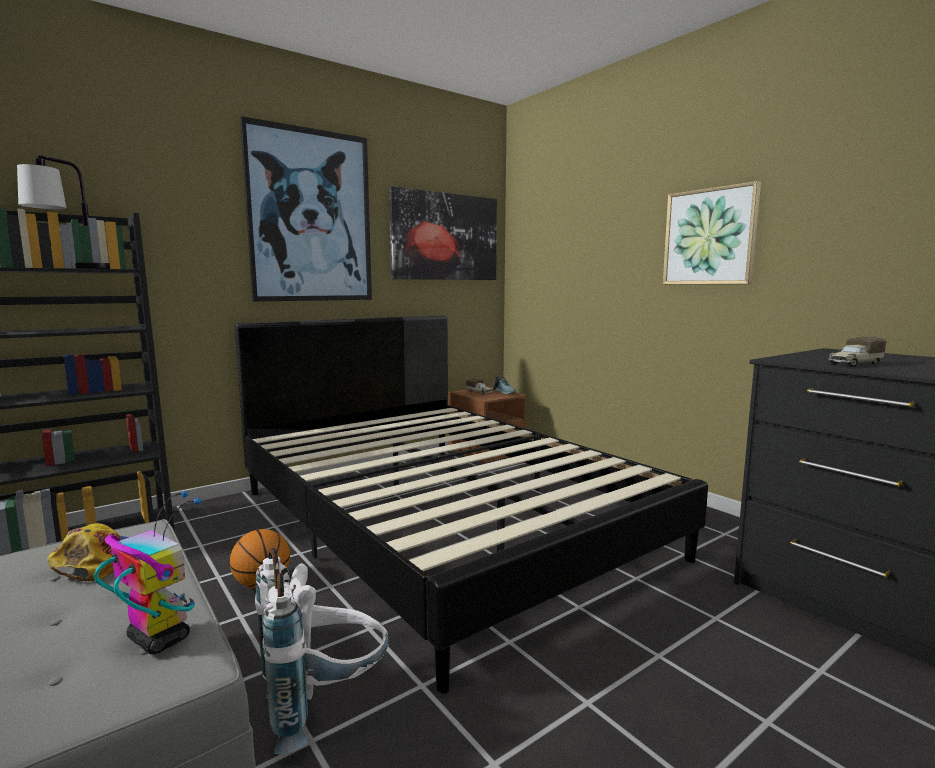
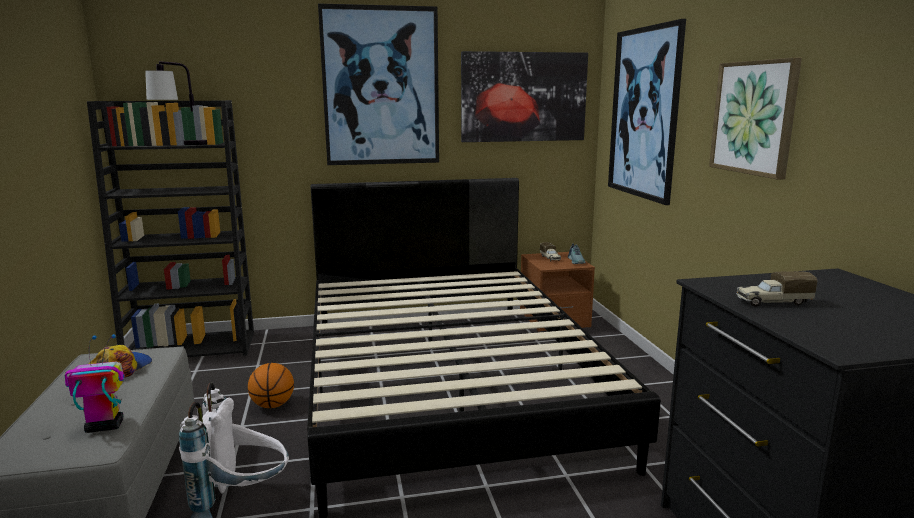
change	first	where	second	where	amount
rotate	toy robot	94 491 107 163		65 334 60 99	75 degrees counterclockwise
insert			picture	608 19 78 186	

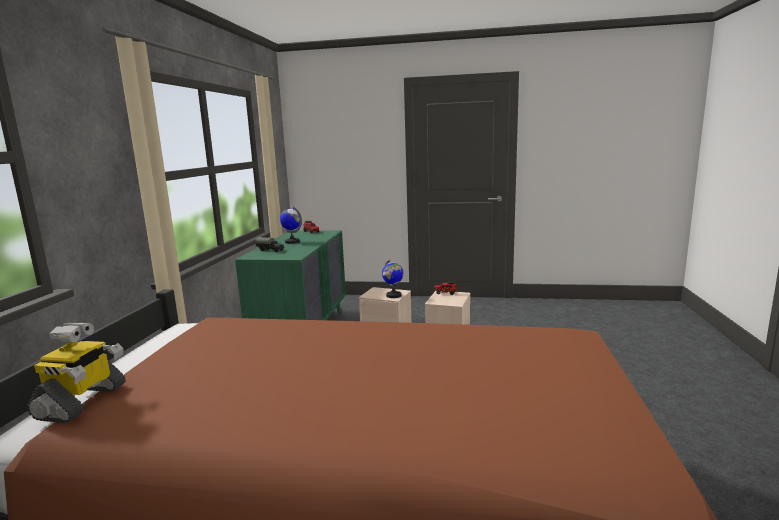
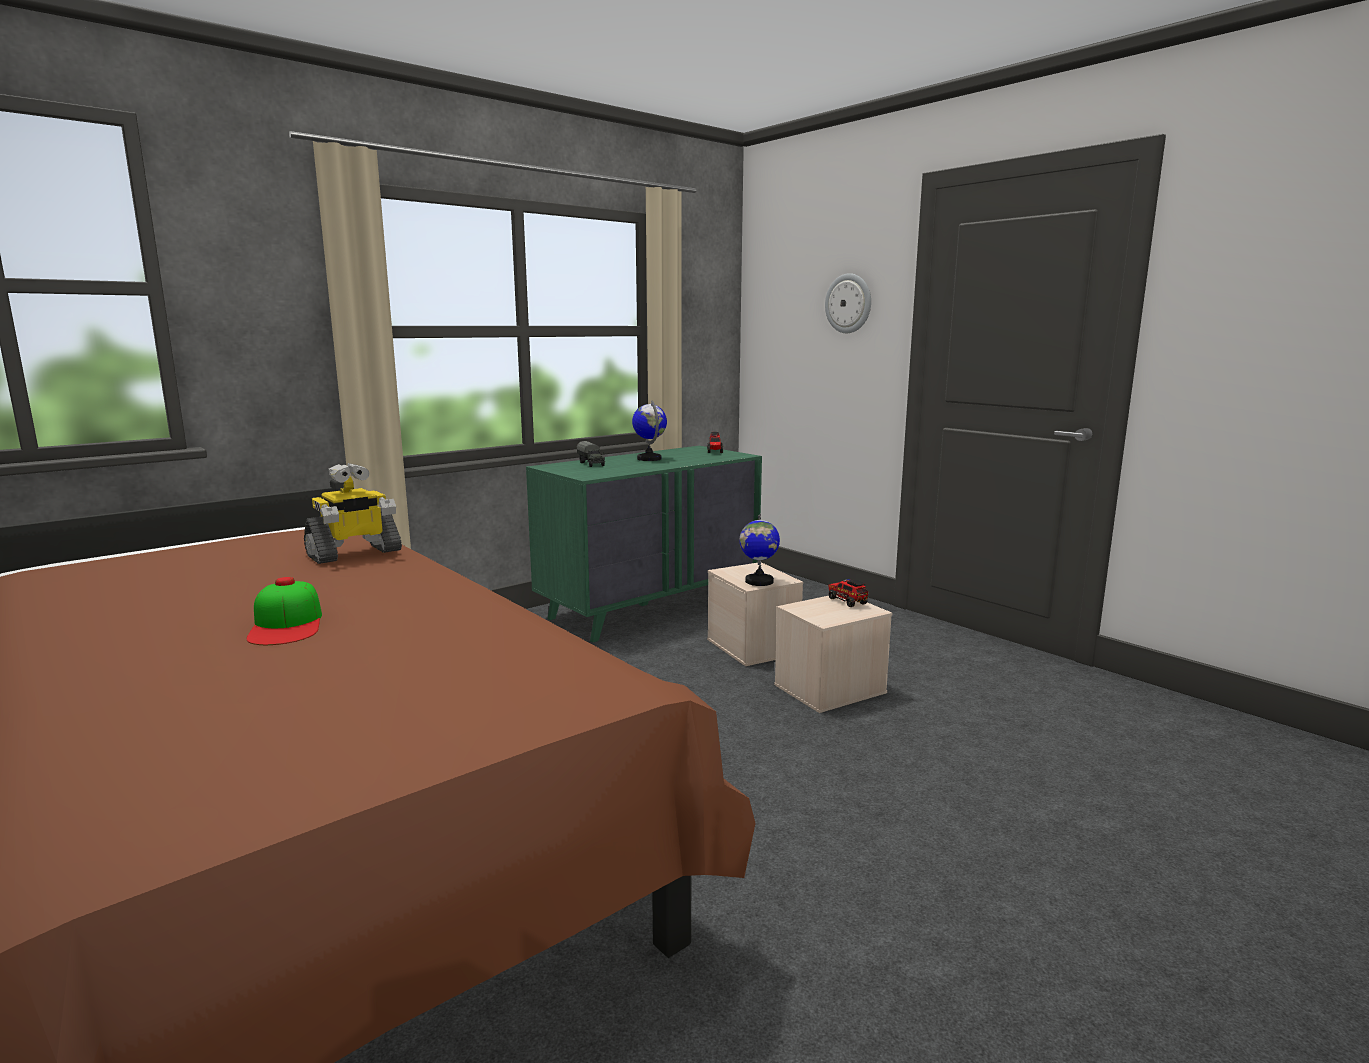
change	first	where	second	where	amount
move	toy robot	27 323 99 100		304 463 98 101	
insert			cap	247 577 75 68	
insert			wall clock	825 273 46 60	

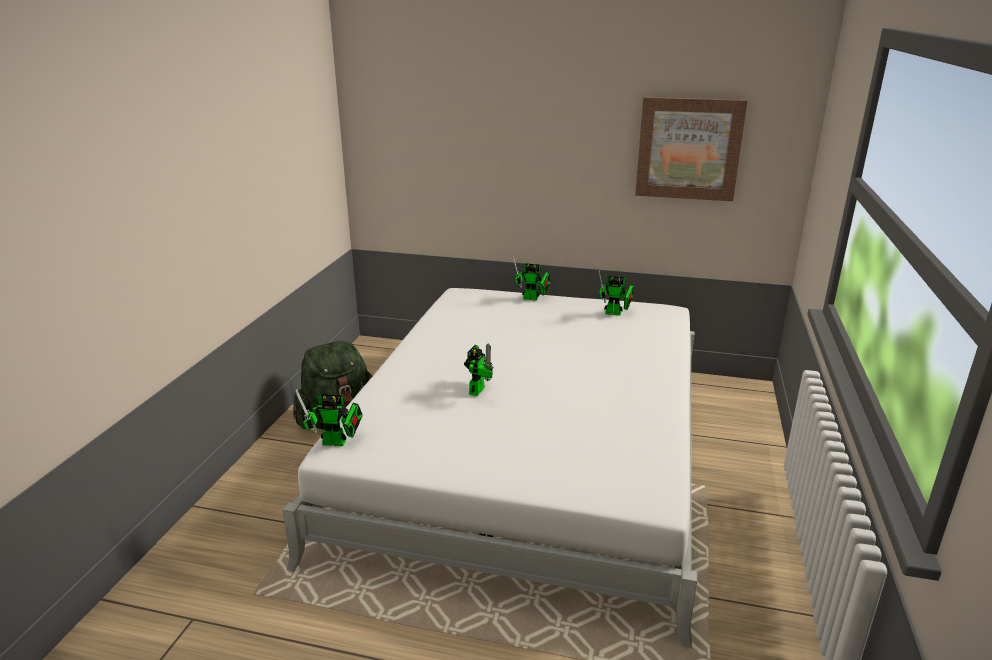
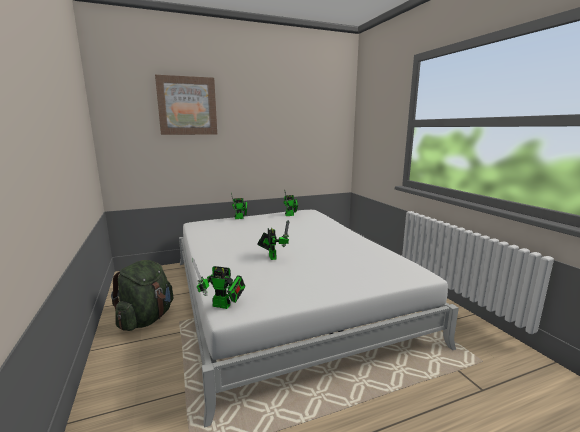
change	first	where	second	where	amount
rotate	toy robot	295 389 68 57		192 258 53 51	45 degrees clockwise
move	picture	635 97 112 104		155 75 62 60	

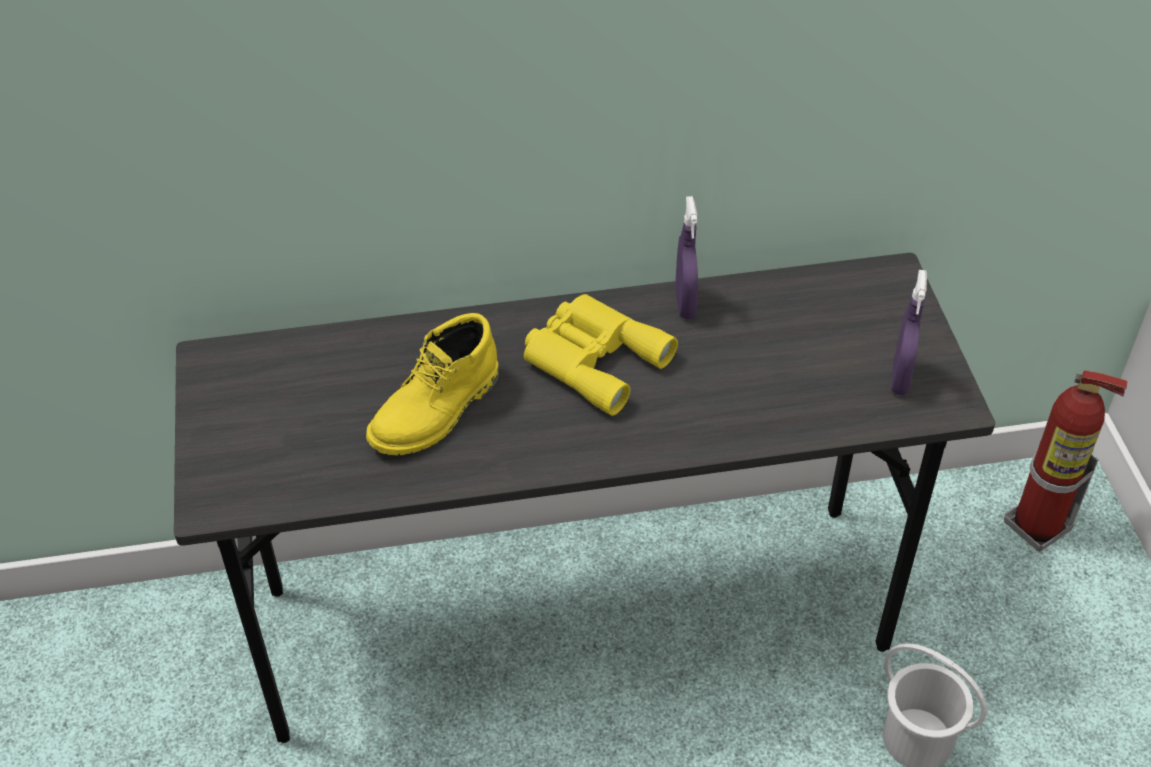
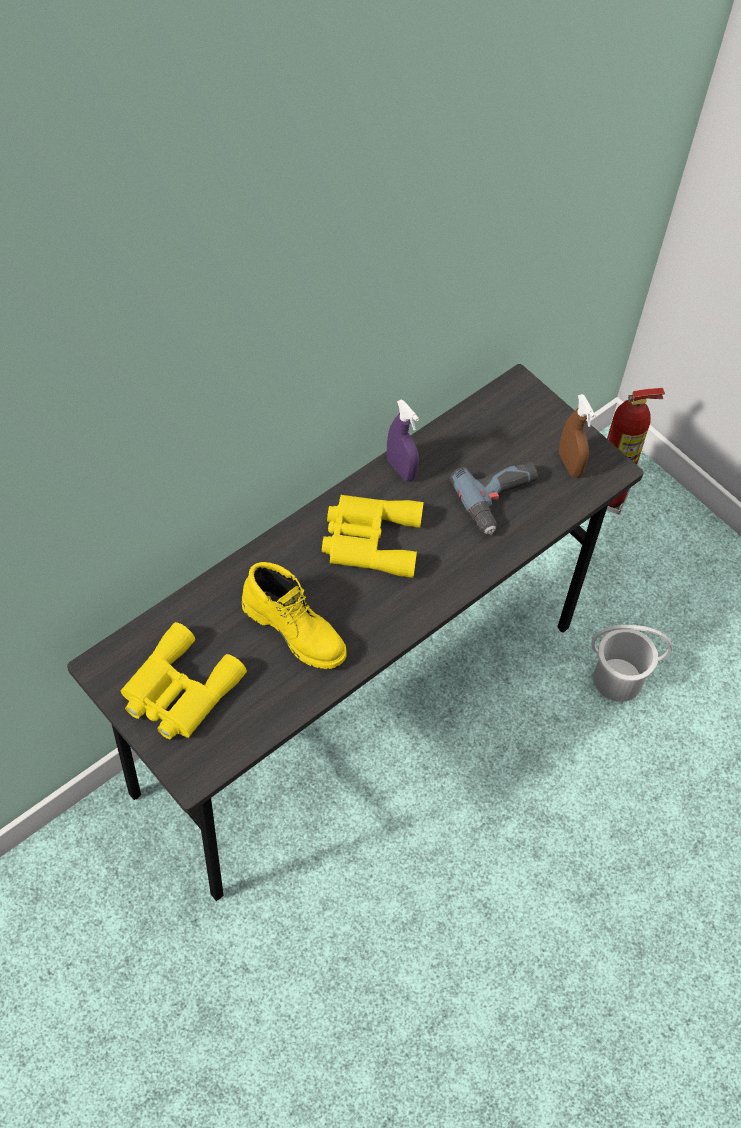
change	first	where	second	where	amount
rotate	boot (yellow)	366 313 133 142		242 562 105 107	60 degrees counterclockwise
recolor	spray bottle (purple)	891 270 36 125	spray bottle (brown)	559 394 36 84	
insert			binoculars (yellow)	121 622 126 117	
insert			power drill	450 462 87 73	

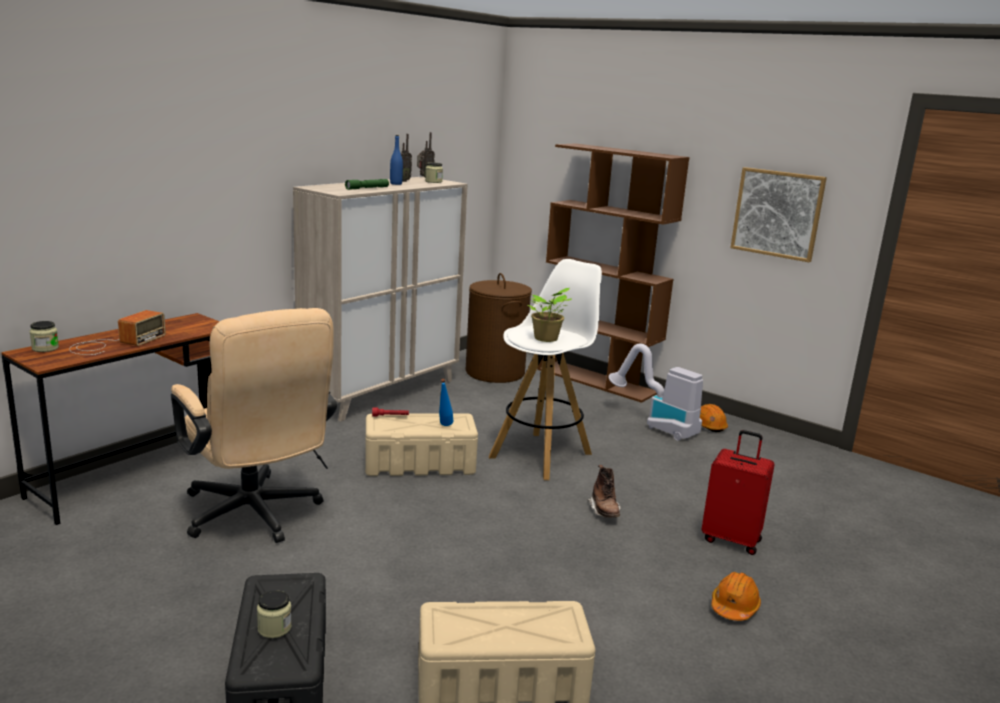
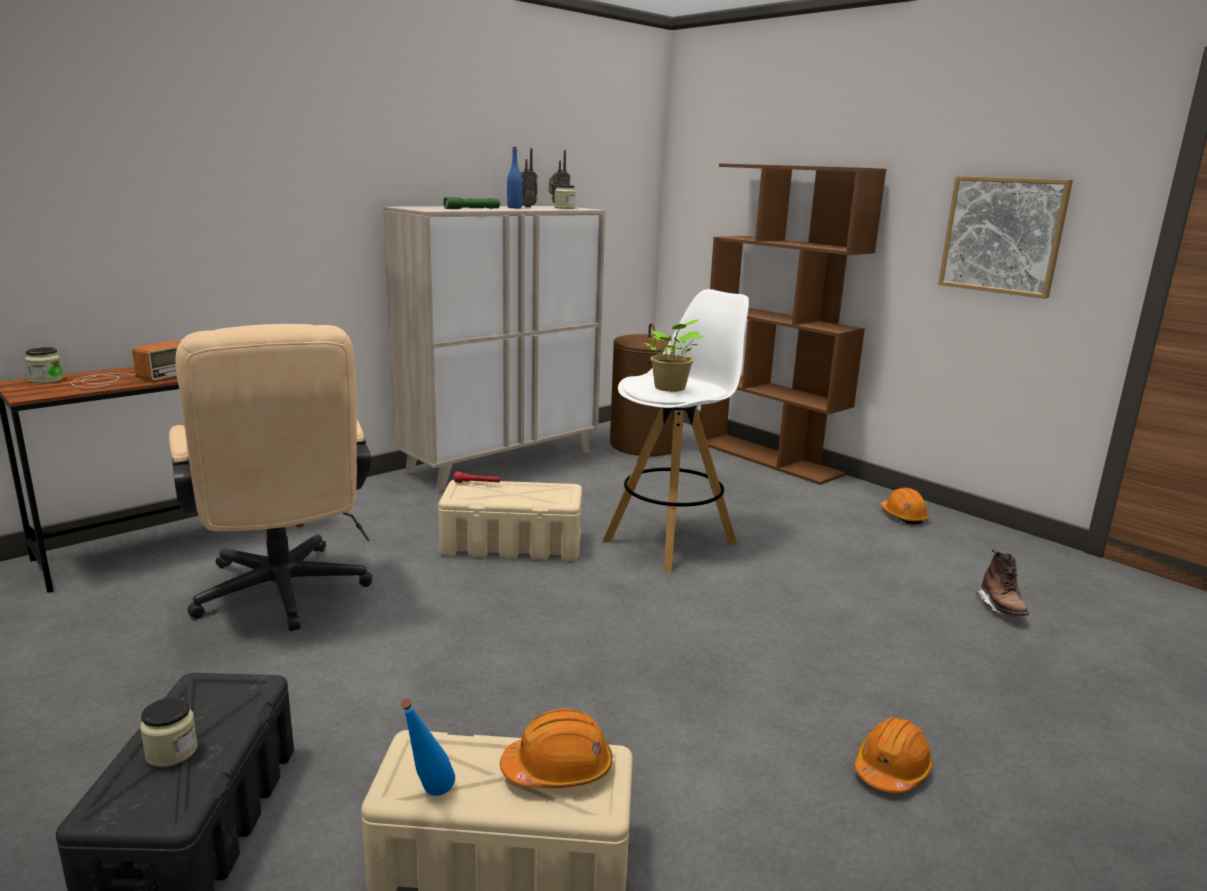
change	first	where	second	where	amount
move	bottle (blue)	439 379 14 47		400 698 55 98	
move	boot (brown)	588 465 32 53		976 548 53 69	
delete	vacuum cleaner	609 344 94 97			
delete	suitcase (red)	701 430 74 125			
insert			hard hat (orange)	500 709 112 79	

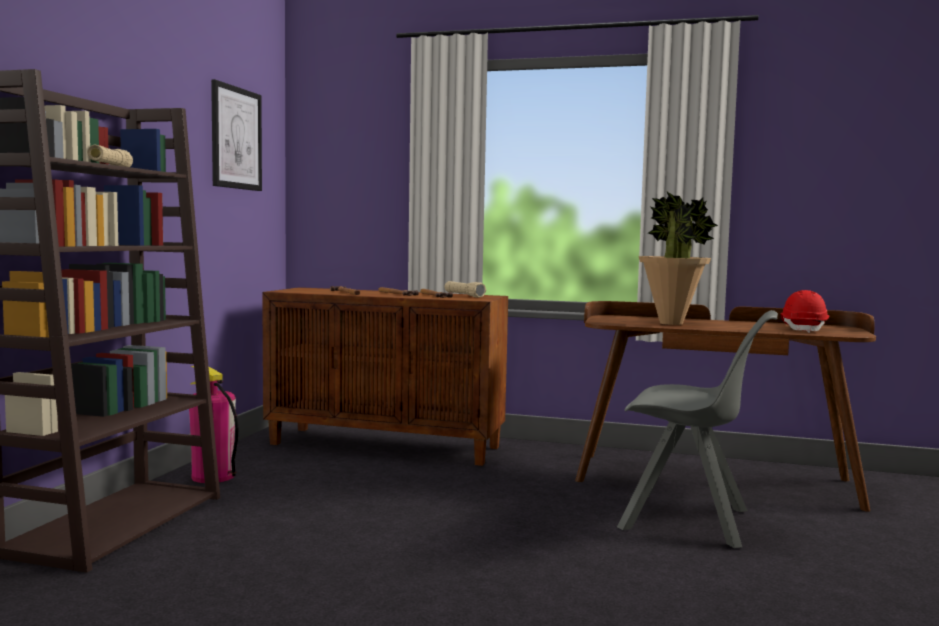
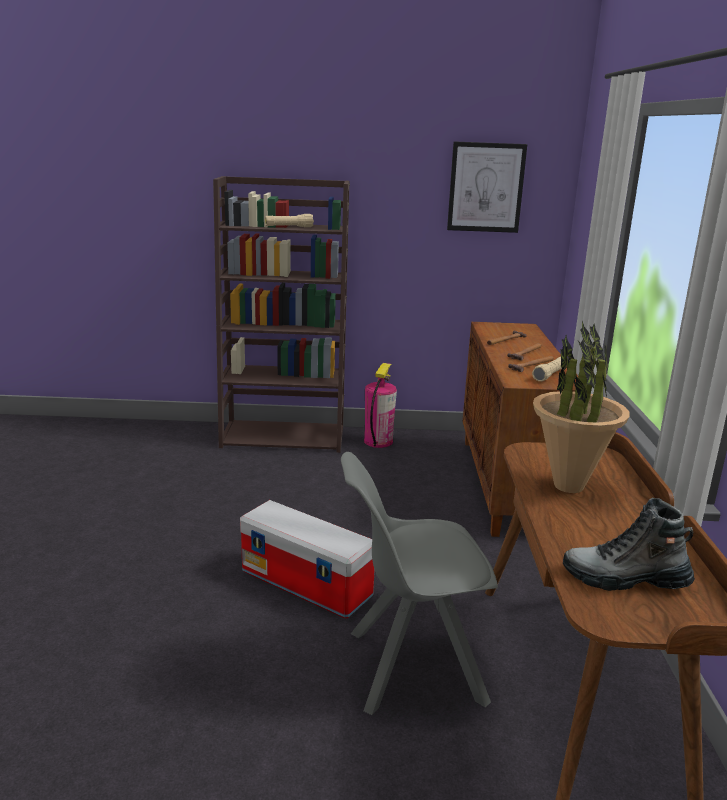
change	first	where	second	where	amount
rotate	chair (grey)	617 310 161 238		341 452 157 263	75 degrees clockwise
replace	hard hat (red)	780 290 49 43	boot	563 498 132 93	
insert			storage box	240 500 135 118	

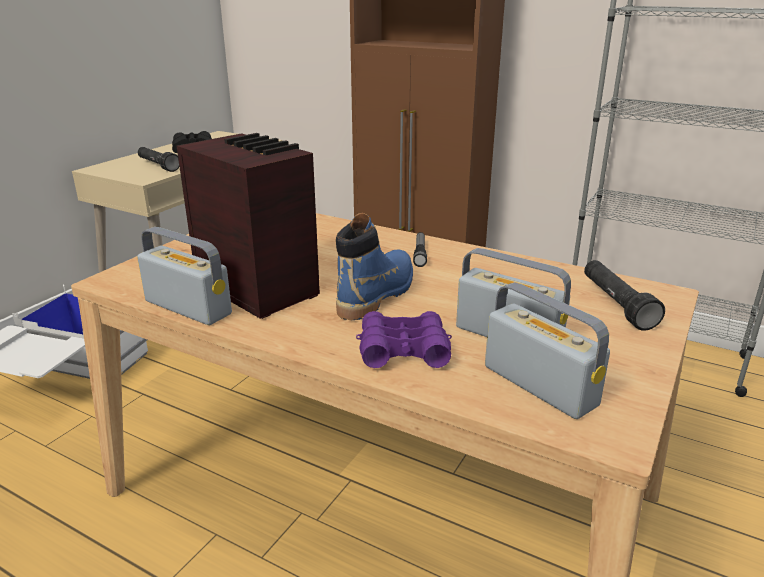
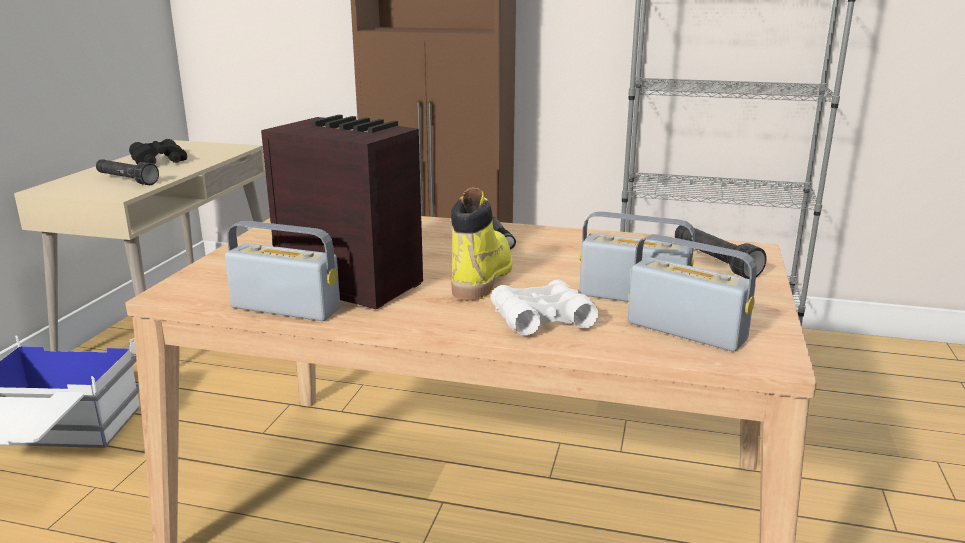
change	first	where	second	where	amount
recolor	boot (blue)	336 213 77 107	boot (yellow)	451 187 61 114	
recolor	binoculars (purple)	356 311 96 57	binoculars (white)	491 280 107 55	

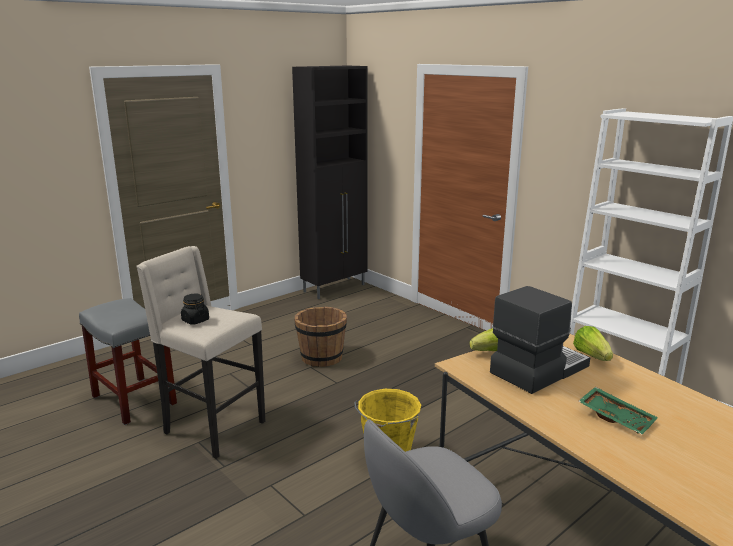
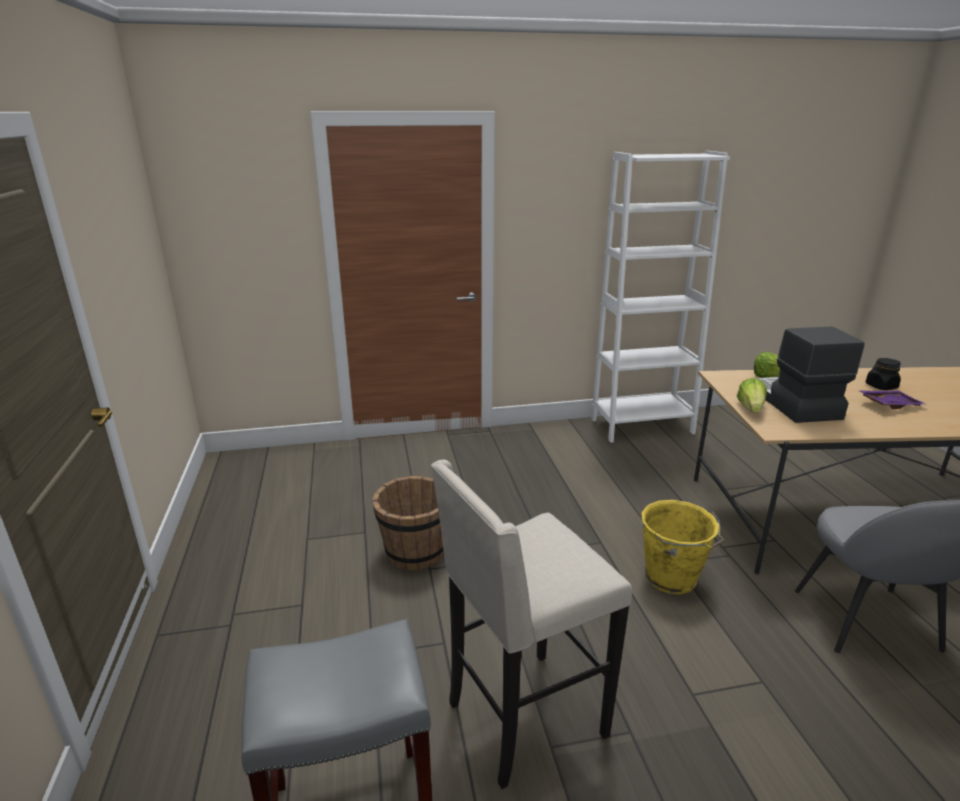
change	first	where	second	where	amount
move	jar (black)	181 294 28 31		866 358 35 32	
delete	cabinet (black)	292 66 76 233			
recolor	tray (green)	578 387 80 48	tray (purple)	858 390 69 19	

